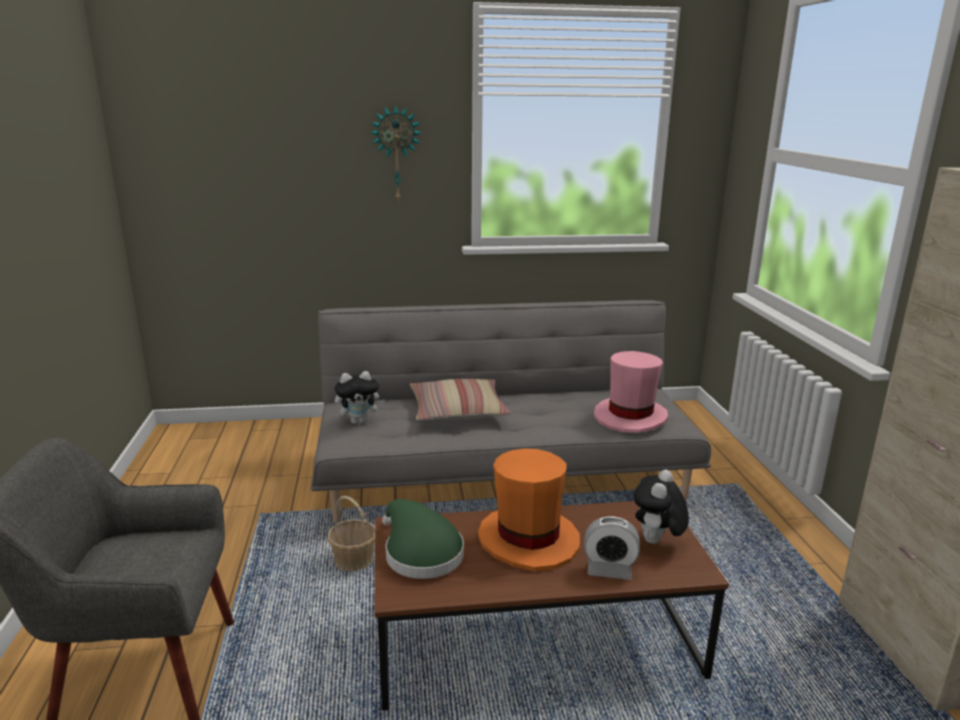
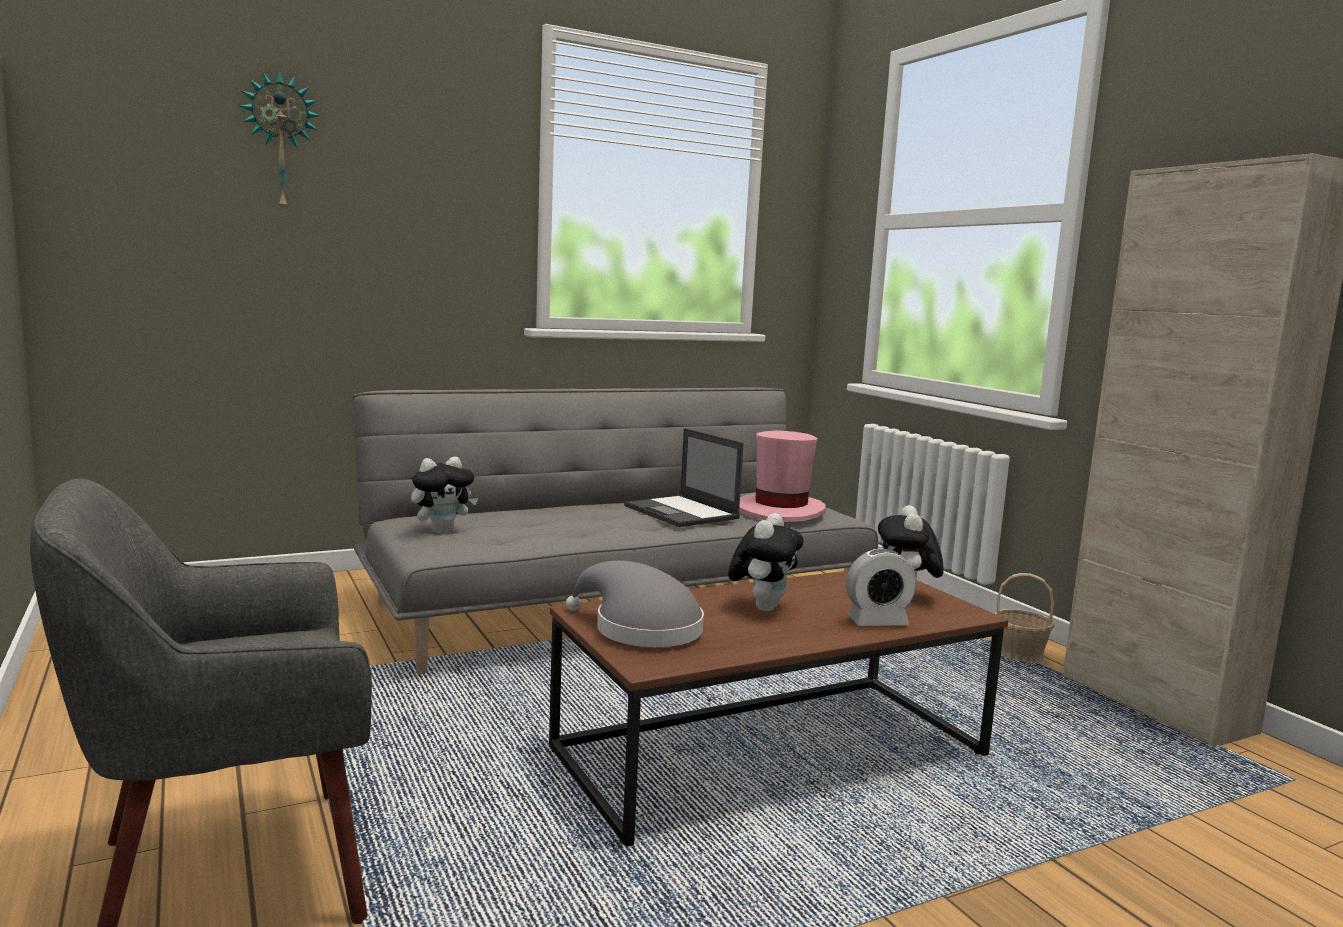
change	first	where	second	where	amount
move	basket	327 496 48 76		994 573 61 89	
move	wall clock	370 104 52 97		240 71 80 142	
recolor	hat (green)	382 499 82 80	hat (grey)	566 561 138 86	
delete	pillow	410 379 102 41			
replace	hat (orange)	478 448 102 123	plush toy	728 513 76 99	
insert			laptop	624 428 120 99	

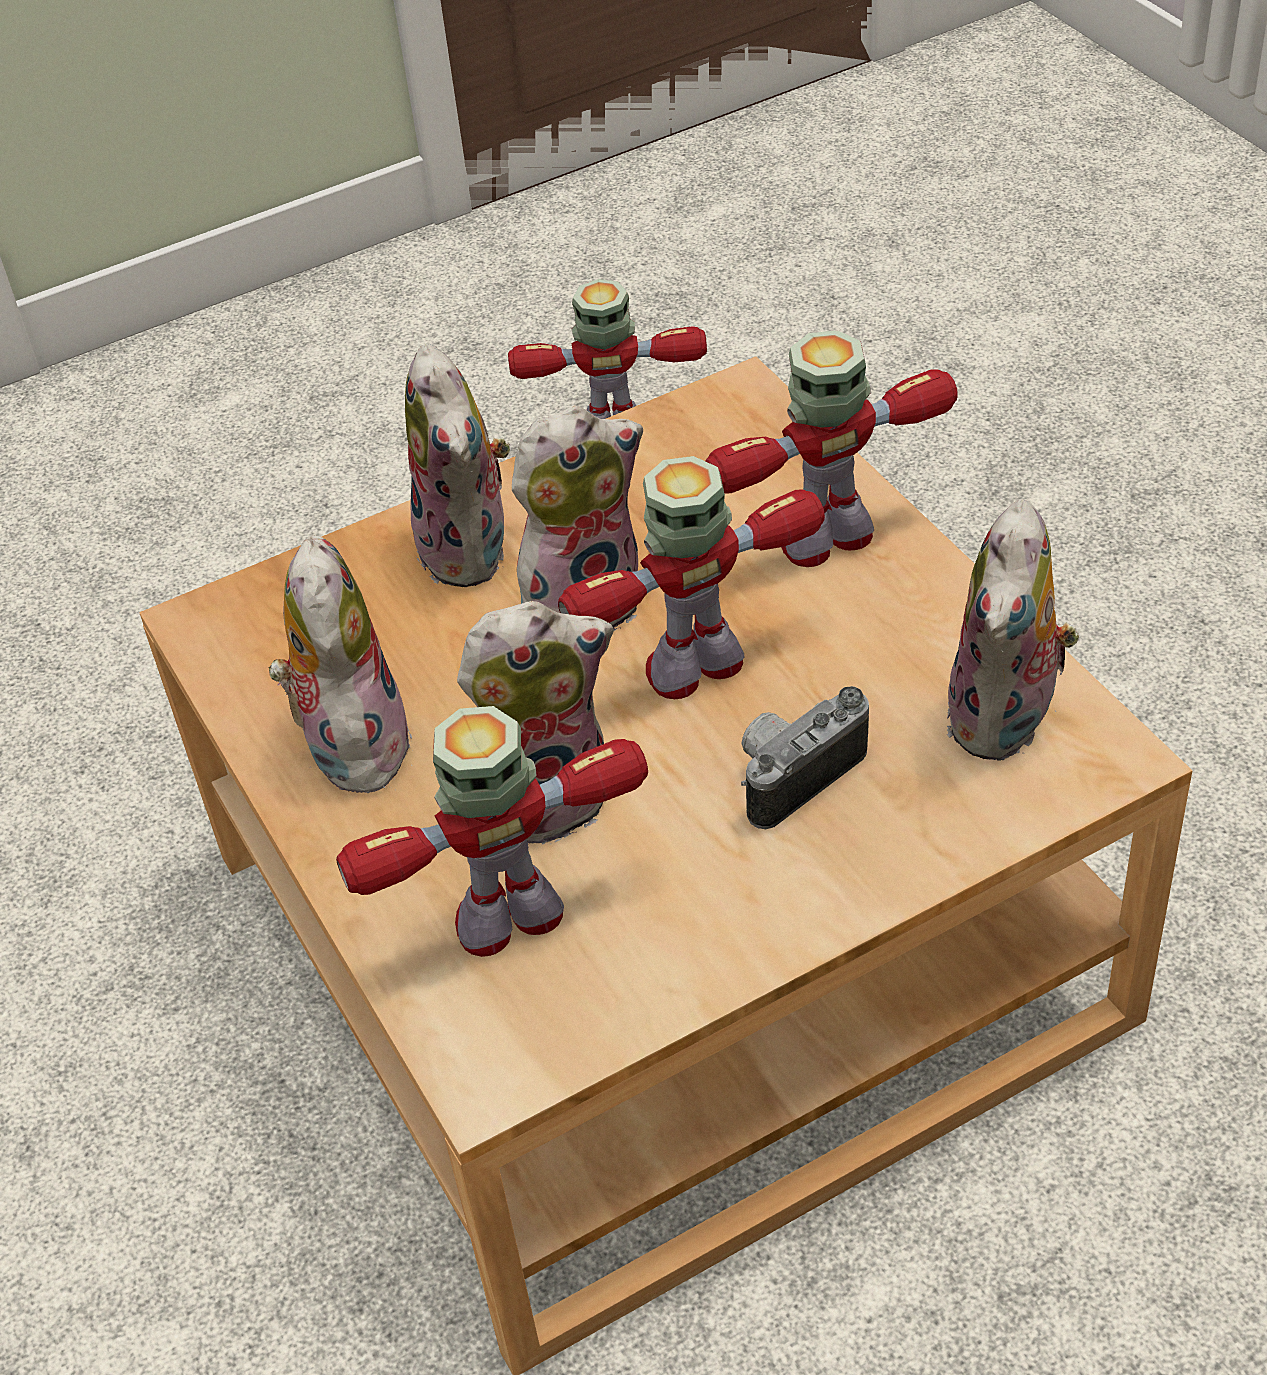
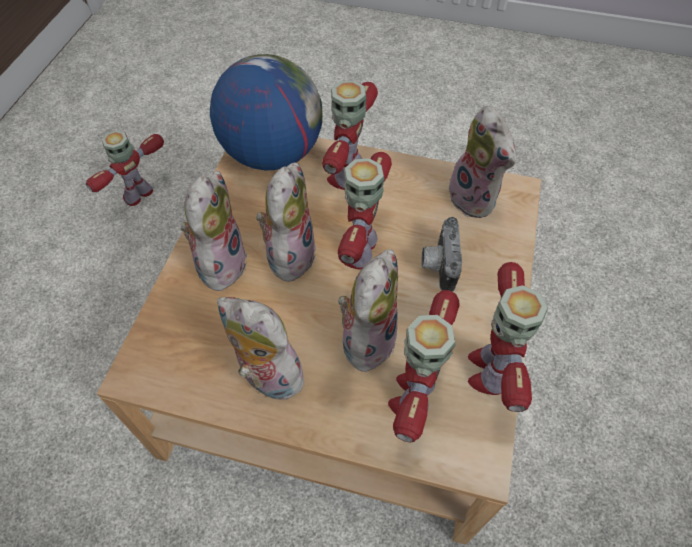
change	first	where	second	where	amount
rotate	plush toy	405 344 105 243		181 171 67 120	105 degrees counterclockwise
insert			globe	210 54 113 116	
insert			toy robot	468 262 80 150	

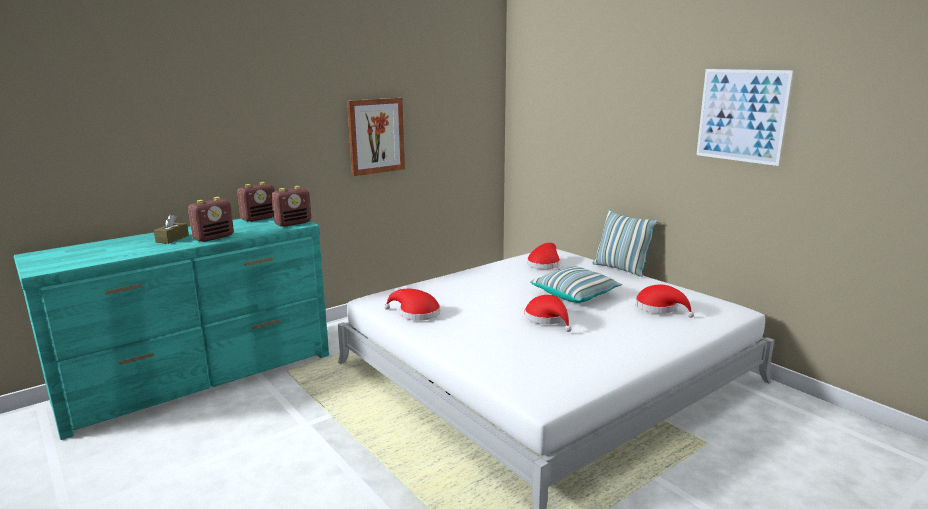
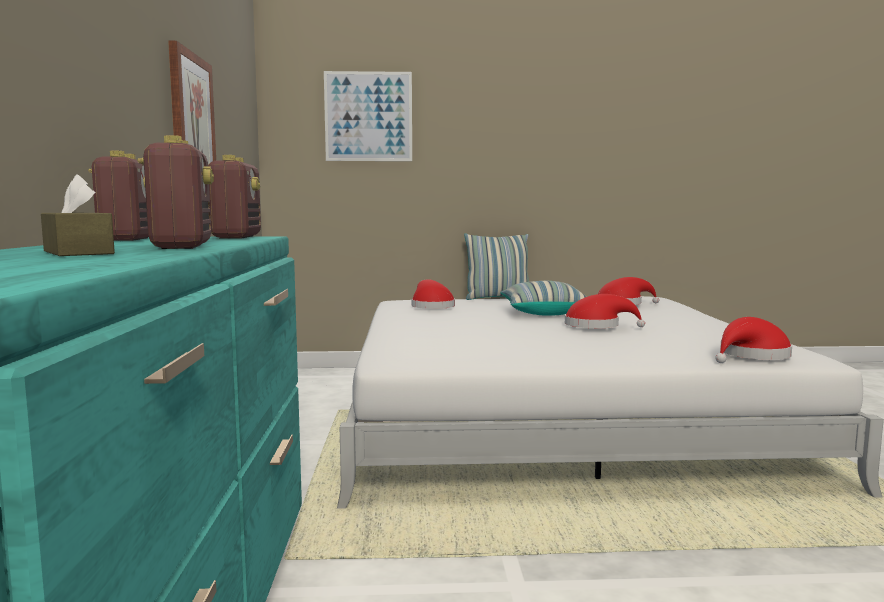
change	first	where	second	where	amount
move	hat (red)	384 289 56 32		715 317 77 46	
move	picture	696 69 98 97		324 71 88 90	

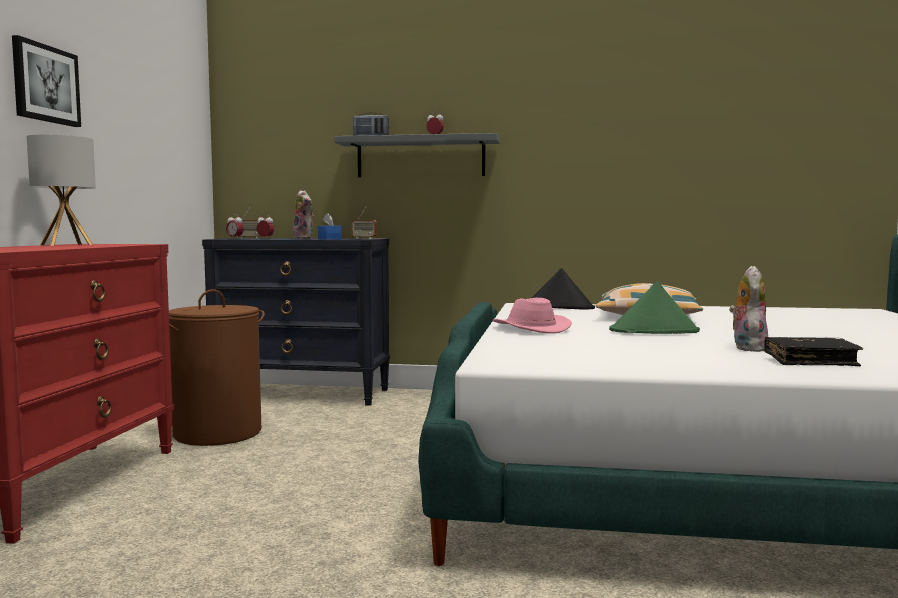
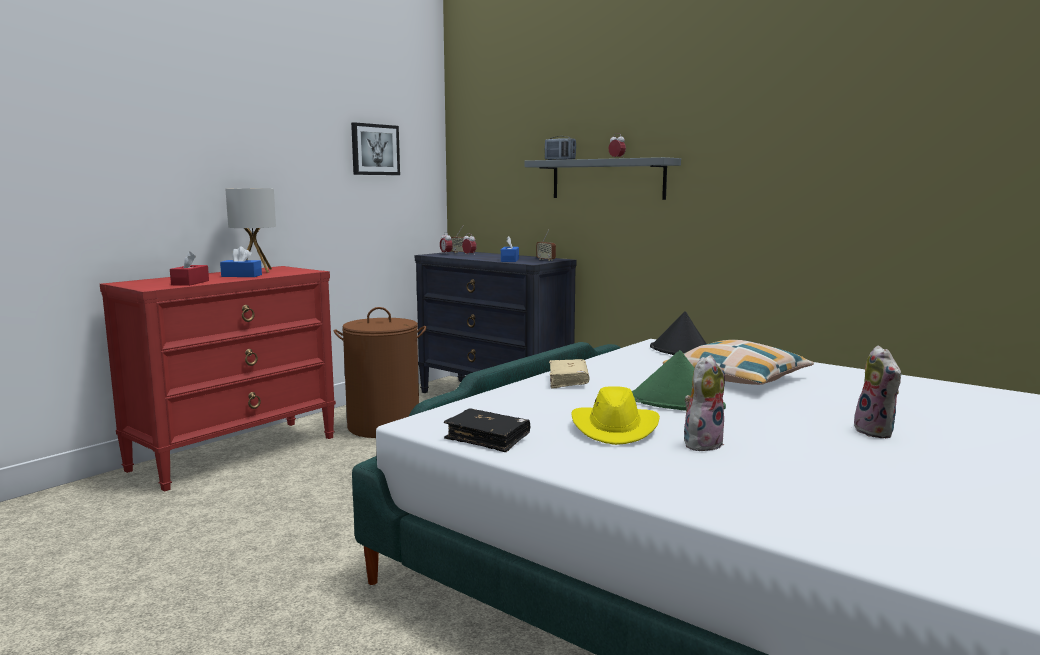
change	first	where	second	where	amount
move	picture	12 35 69 92		351 122 49 53	
move	plush toy	293 190 21 49		854 346 47 92	
replace	hat (pink)	493 298 79 36	book (beige)	549 359 40 30	
move	book (black)	764 337 99 29		444 409 86 43	
insert			tissue box (red)	170 251 39 35	
insert			tissue box (blue)	220 246 42 31	
insert			hat (yellow)	571 386 89 59	

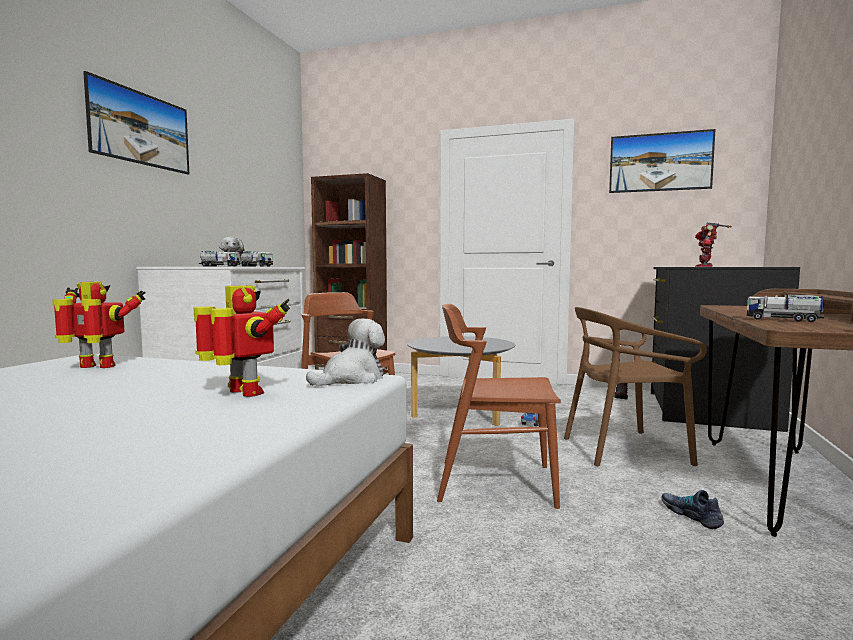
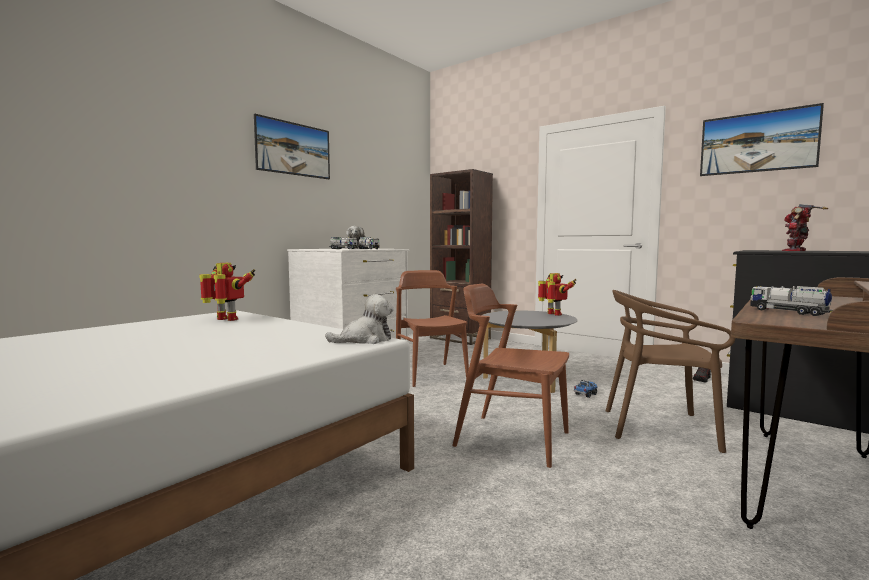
change	first	where	second	where	amount
move	toy robot	193 285 97 112		538 273 38 43	
delete	shoe	661 490 63 39			

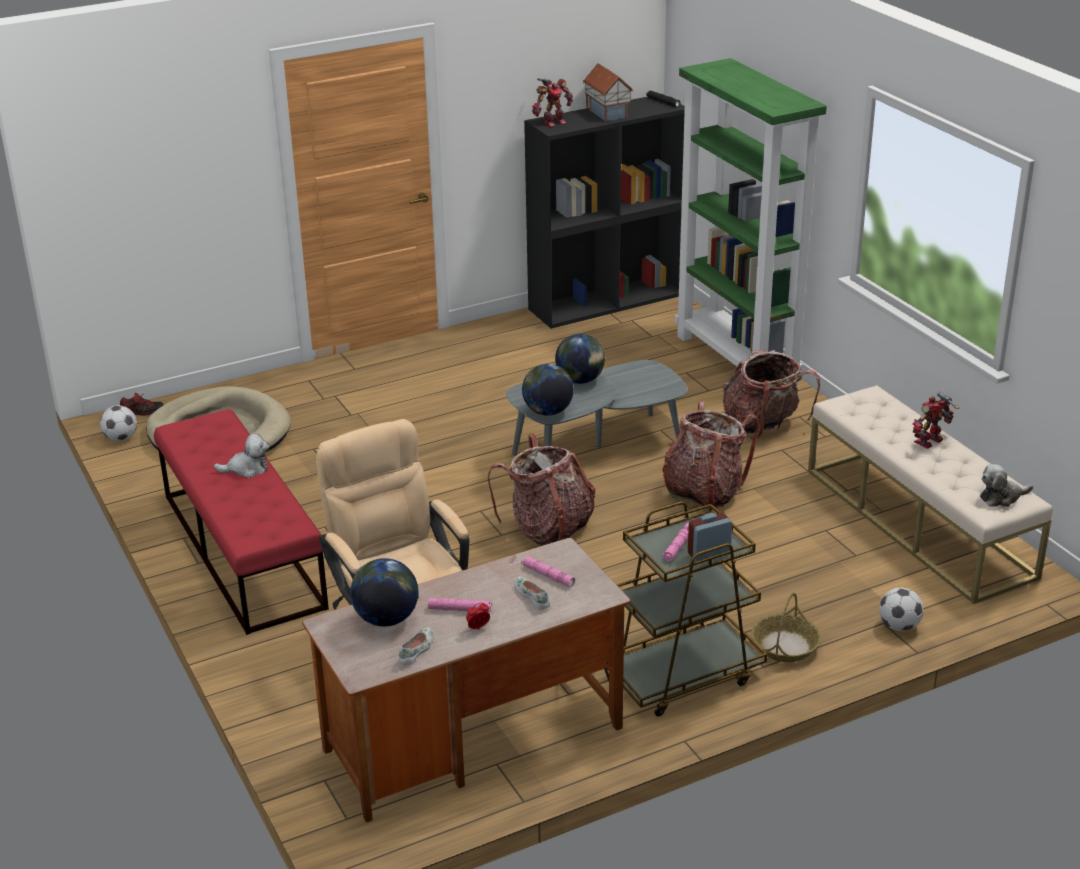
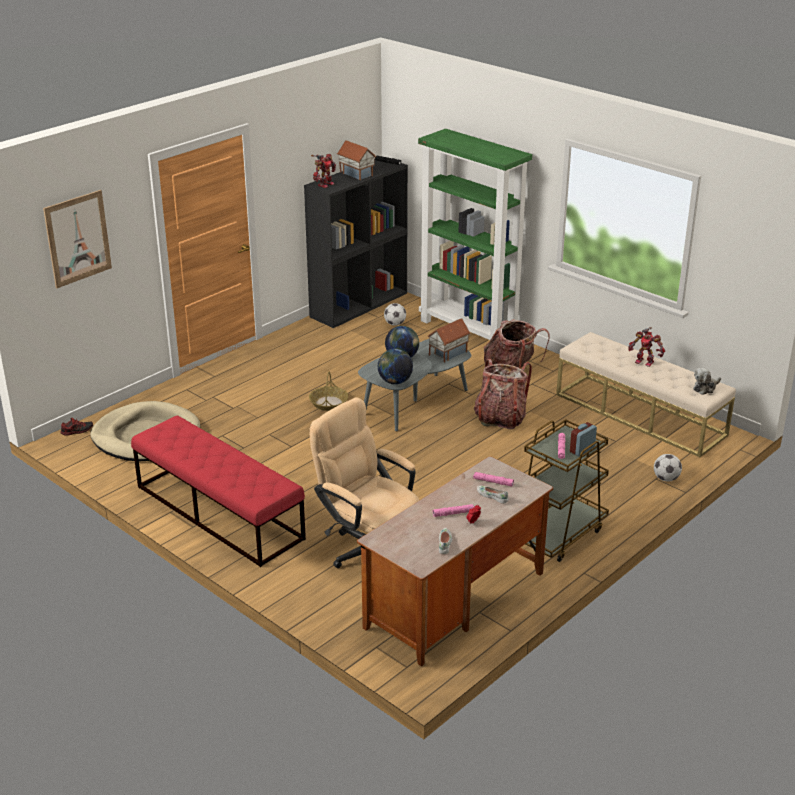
change	first	where	second	where	amount
move	football	100 405 37 36		384 303 22 23	
delete	plush toy	214 433 55 45			
delete	globe	350 558 69 69			
delete	backpack	488 433 108 113			
move	basket	751 593 70 69		309 372 39 39	
rotate	toy robot	913 392 46 57		628 327 37 40	90 degrees counterclockwise
insert			picture	43 190 69 98	
insert			toy house	427 318 43 45	

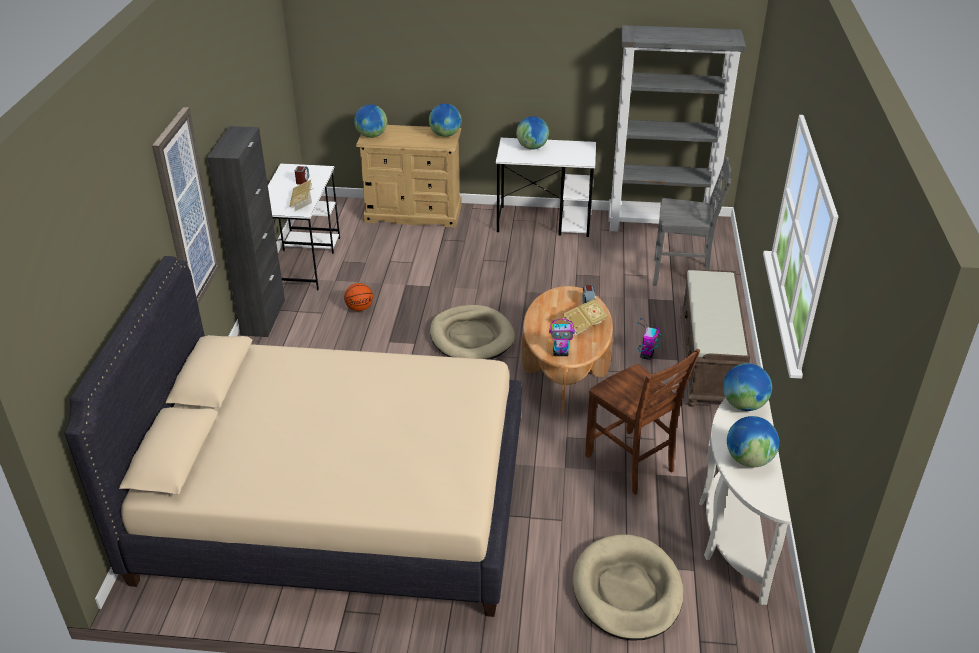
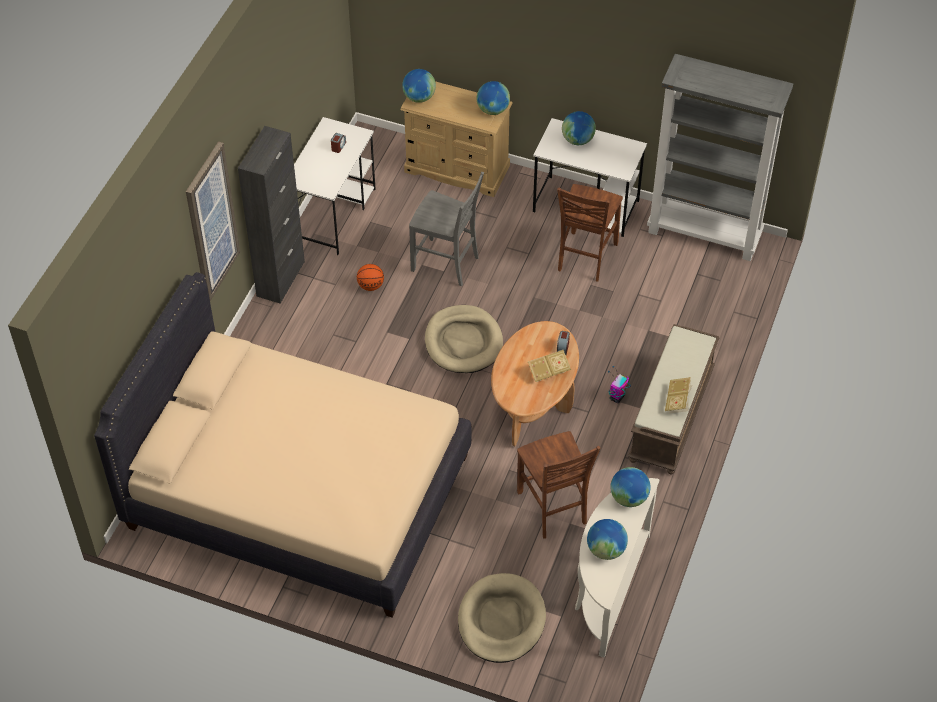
change	first	where	second	where	amount
move	book	289 180 23 31		665 377 28 37	
delete	toy robot	549 319 26 37			
move	chair (grey)	653 157 78 129		409 172 75 114	
insert			chair (brown)	557 184 66 97	

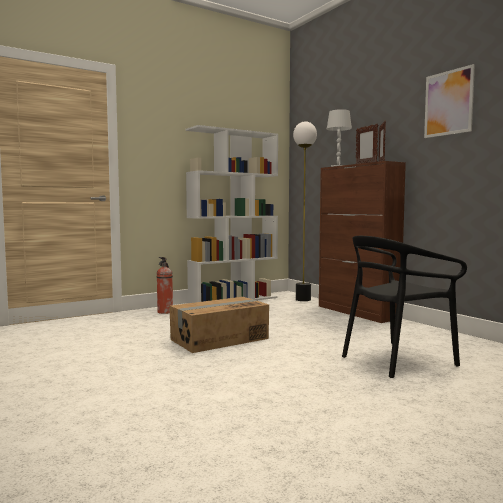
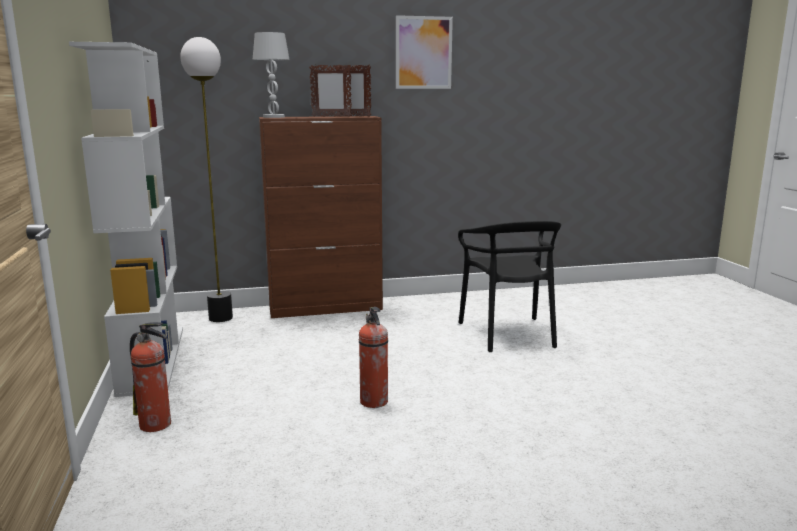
change	first	where	second	where	amount
replace	cardboard box	169 297 100 56	fire extinguisher	359 307 29 101	

